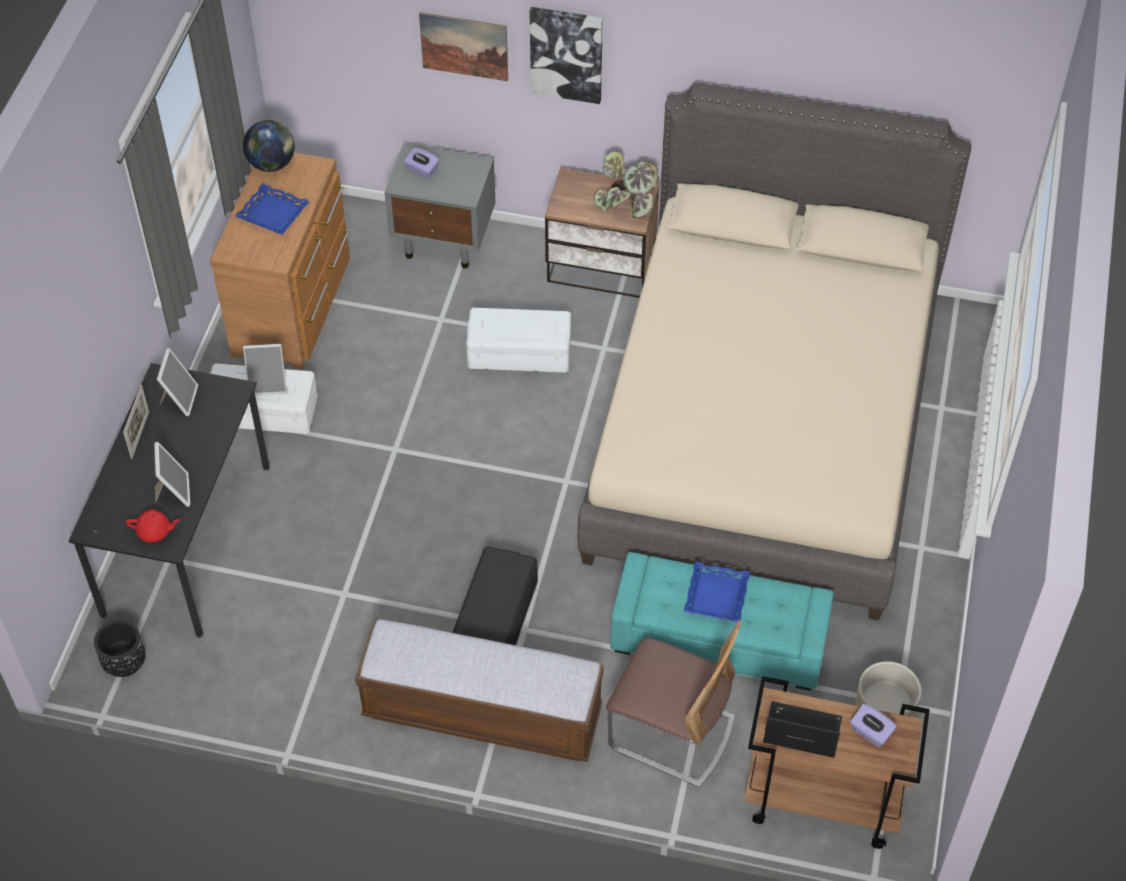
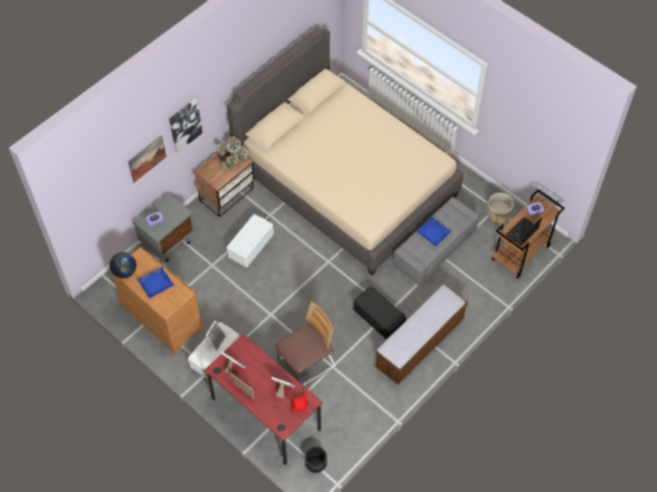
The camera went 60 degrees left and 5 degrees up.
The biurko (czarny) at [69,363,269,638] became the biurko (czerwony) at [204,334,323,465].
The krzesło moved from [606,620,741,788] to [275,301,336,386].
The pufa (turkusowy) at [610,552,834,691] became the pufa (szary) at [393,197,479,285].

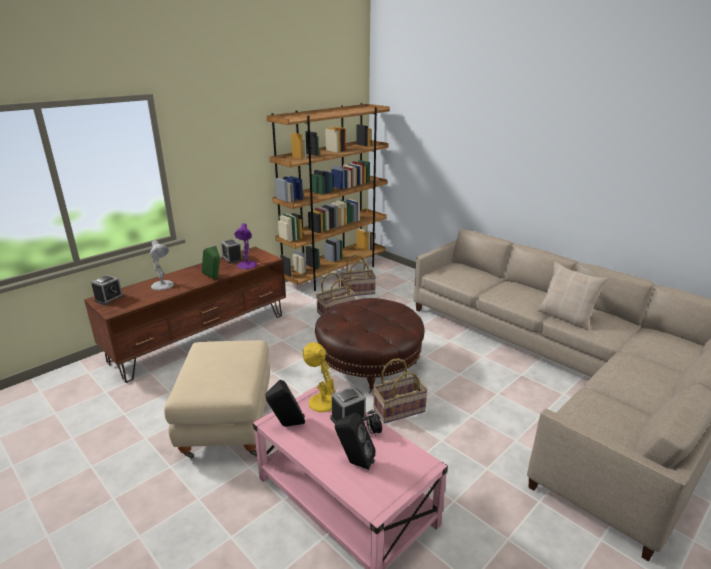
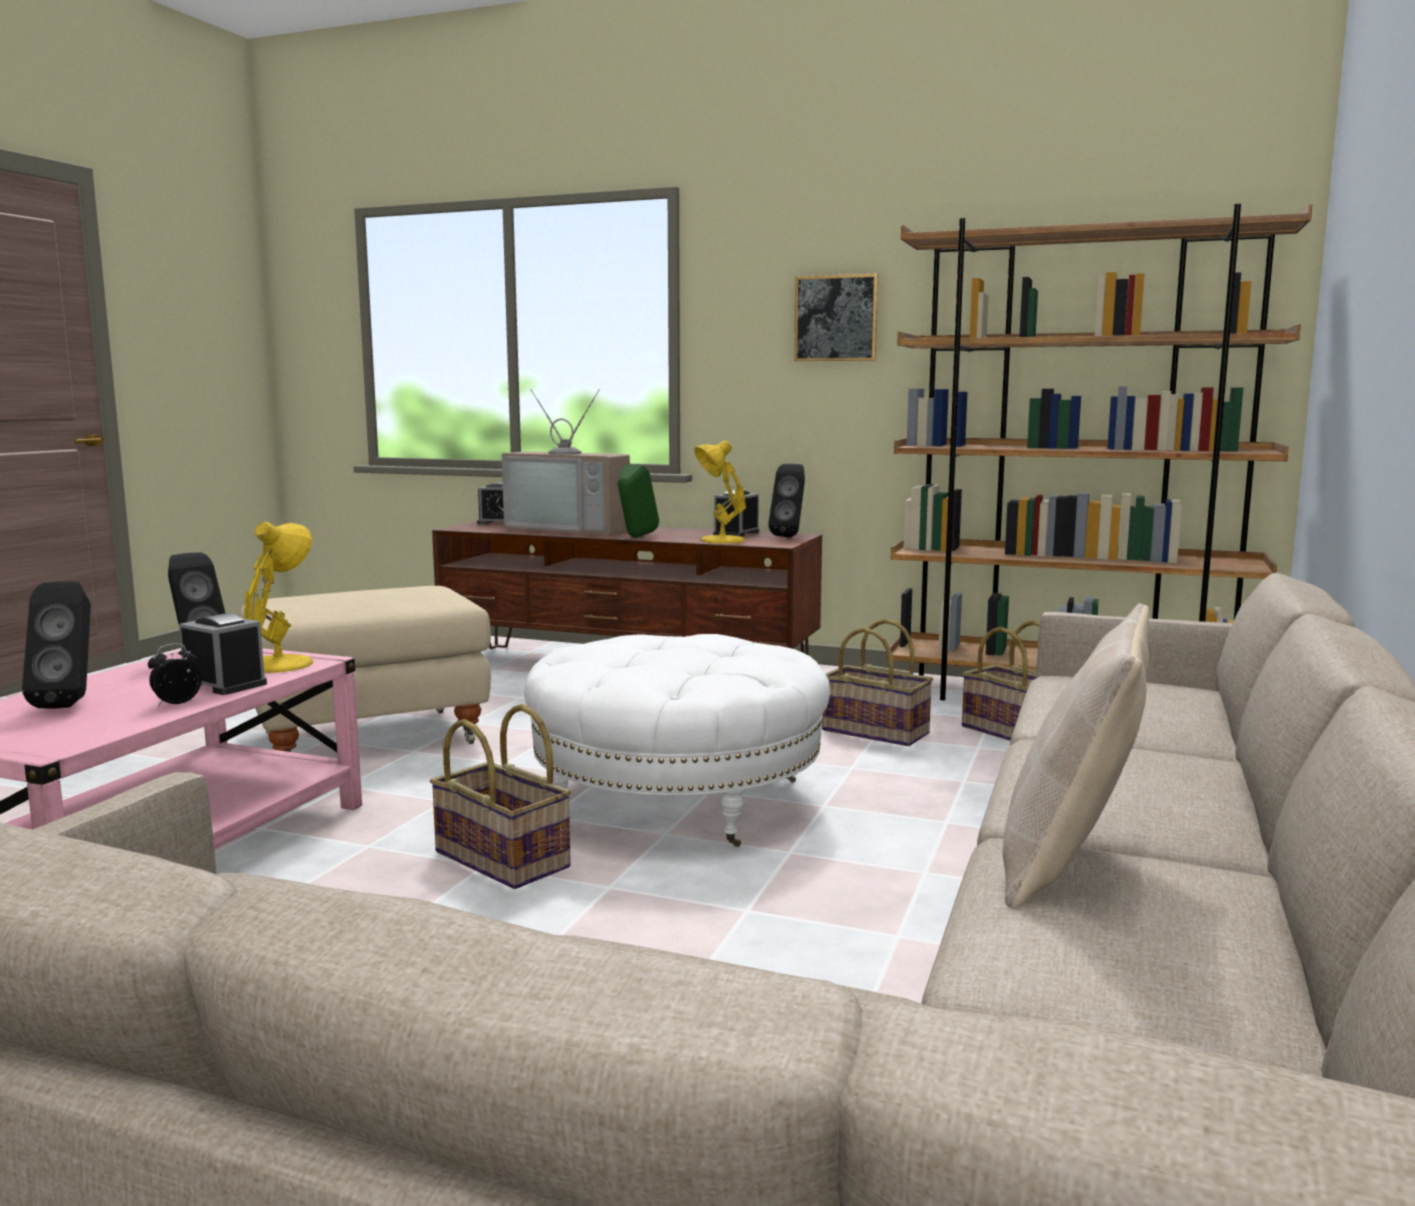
The camera went 65 degrees right and 15 degrees down.
The lampa stołowa (biały) at [150,240,174,290] was replaced by the telewizor at [501,389,630,535].
The lampa stołowa (fioletowy) at [234,223,257,269] became the lampa stołowa (żółty) at [694,440,746,543].
The pufa (brązowy) at [315,298,425,393] became the pufa (biały) at [524,634,830,847].
The głośnik (czarny) at [768,464,805,538] appeared.
The obraz at [794,274,878,361] appeared.

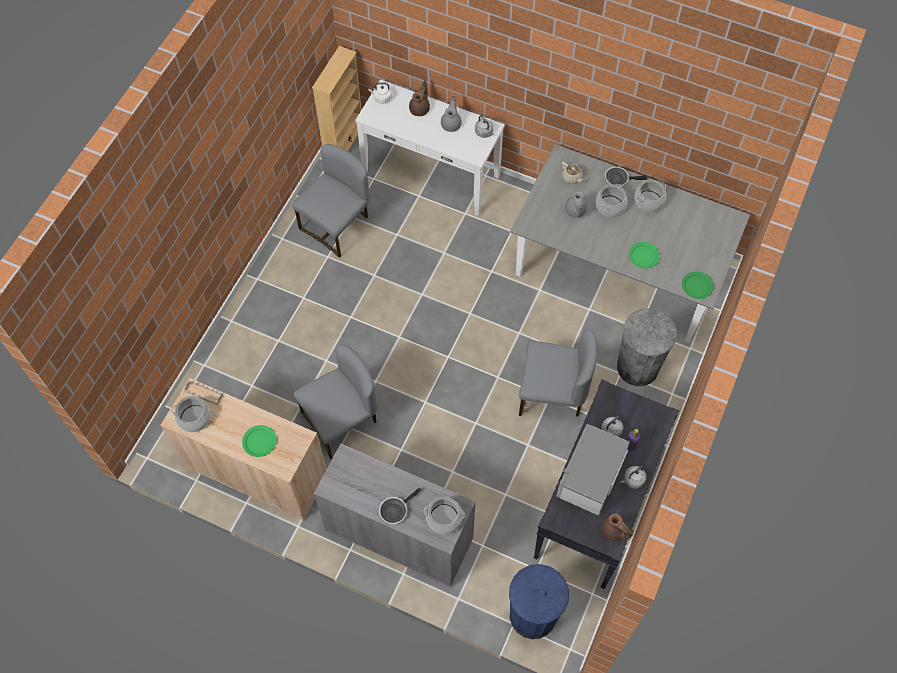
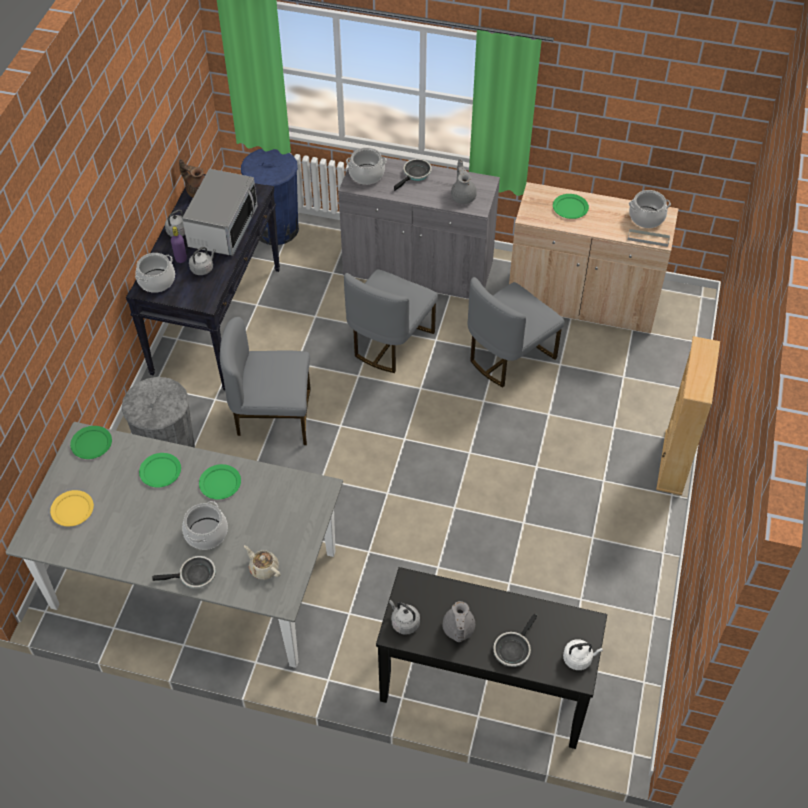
The camera went 170 degrees right and 10 degrees down.
The krzesło (szary) moved from [292,144,370,258] to [344,269,438,373].
The regał (beżowy) moved from [312,46,361,151] to [656,336,720,495].
The stolik konsolowy (biały) at [355,79,505,216] became the stolik konsolowy (czarny) at [376,567,607,749].
The imbryk (brązowy) at [409,80,430,116] was replaced by the patelnia at [493,614,537,667].
The imbryk (szary) moved from [565,191,587,218] to [451,158,477,204].
The garnek moved from [634,180,666,212] to [135,253,175,293].
The talerz (żółty) at [50,490,94,526] appeared.
The talerz (zielony) at [199,464,241,499] appeared.

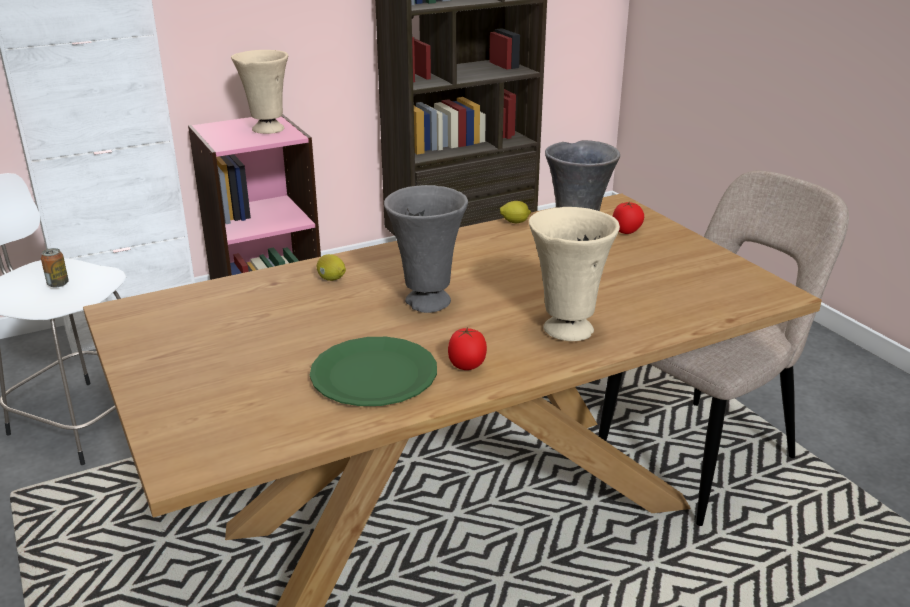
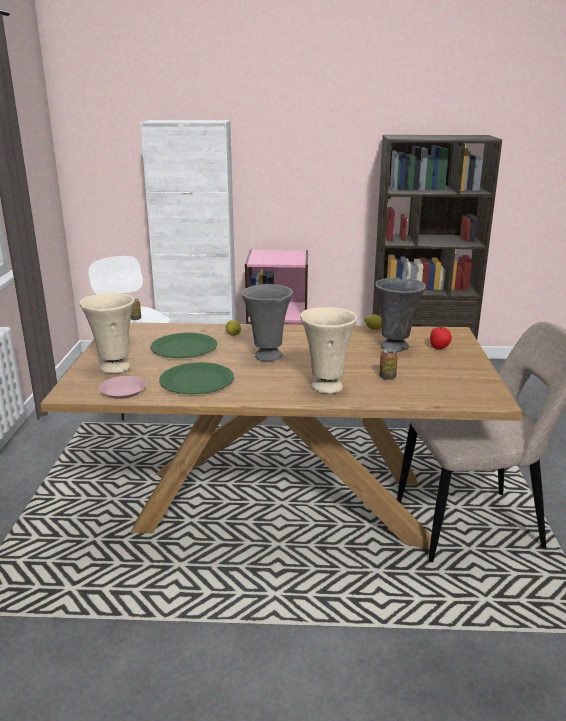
The camera went 30 degrees right and 5 degrees down.
The wazon (beżowy) moved from [231,50,288,134] to [79,293,135,373].
The pomidor at [448,327,487,370] disappeared.
The talerz (różowy) at [99,376,146,399] appeared.
The talerz (zielony) at [150,333,217,358] appeared.
The puszka at [379,348,398,380] appeared.

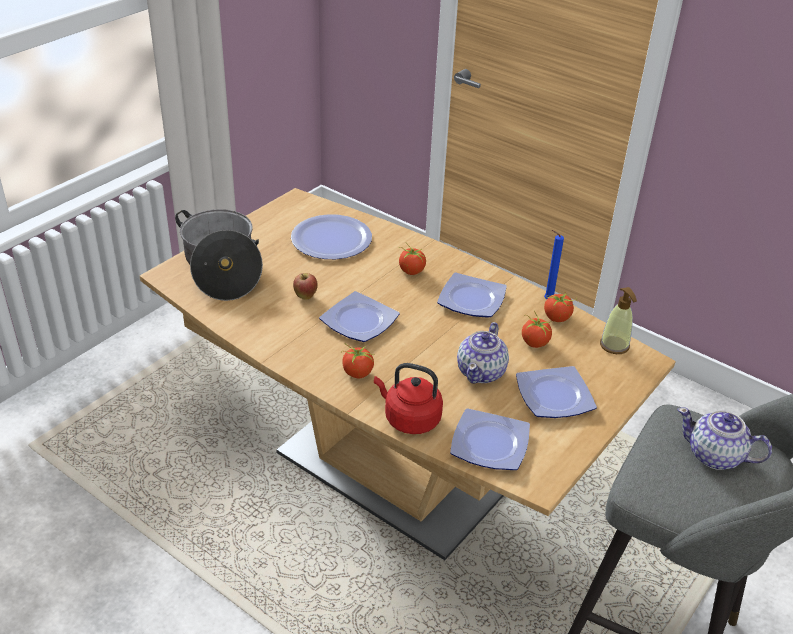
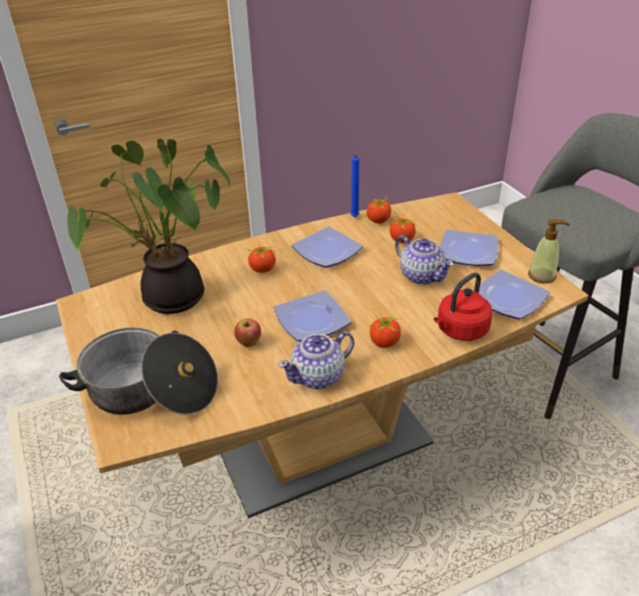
The camera went 60 degrees left and 0 degrees up.
The talerz at [291,214,372,259] was replaced by the roślina doniczkowa at [67,138,230,314].
The dozownik mydła moved from [600,287,637,354] to [528,219,570,283].
The imbryk moved from [678,407,772,470] to [278,331,354,389].

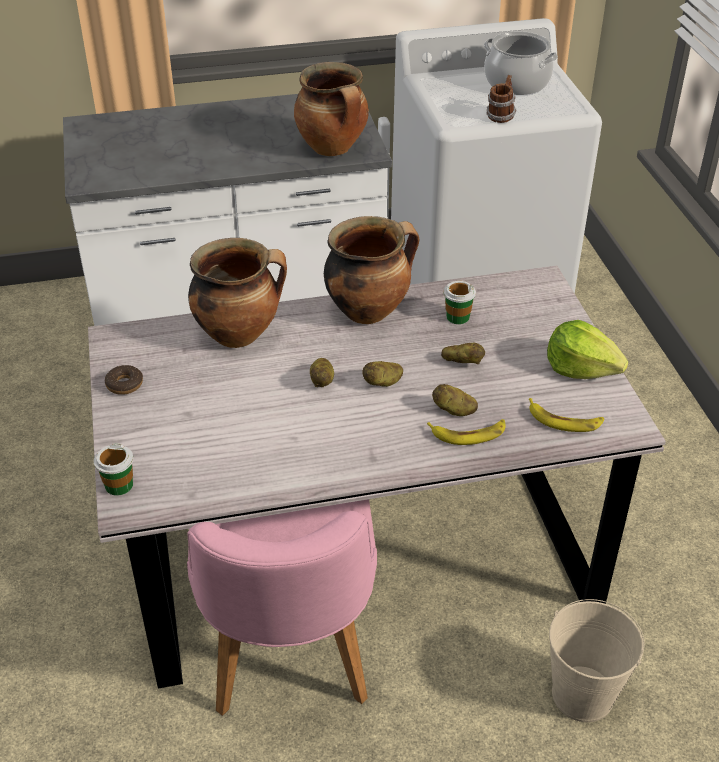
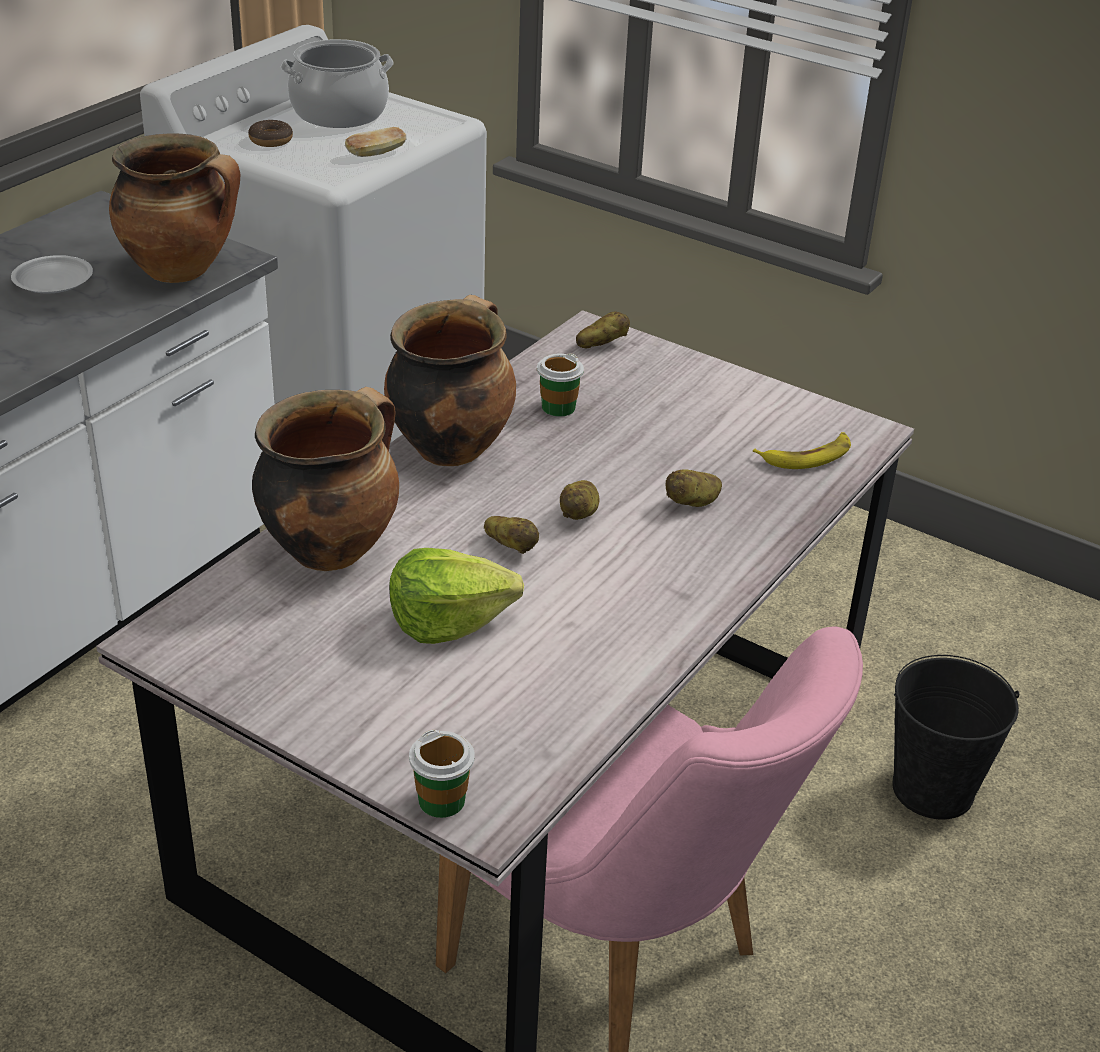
The camera went 45 degrees left and 5 degrees down.
The donut moved from [105,365,143,395] to [248,119,293,147].
The banan at [427,419,505,445] disappeared.
The ziemniak moved from [441,342,485,364] to [576,311,630,348].
The kubek at [487,75,517,123] was replaced by the chleb at [345,127,407,157].
The sałata moved from [547,320,629,379] to [389,548,524,644].
The wiadro (beżowy) at [549,599,644,722] became the wiadro (czarny) at [892,655,1019,819].
The talerz (biały) at [11,255,93,293] appeared.

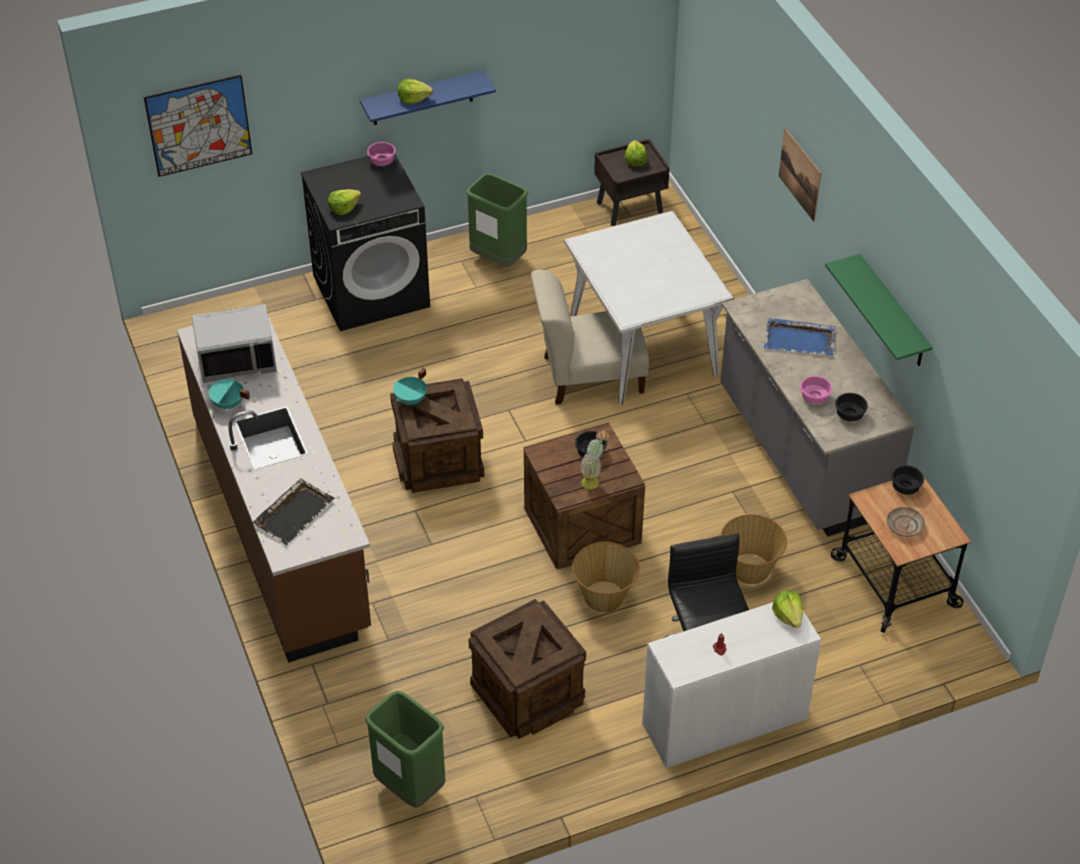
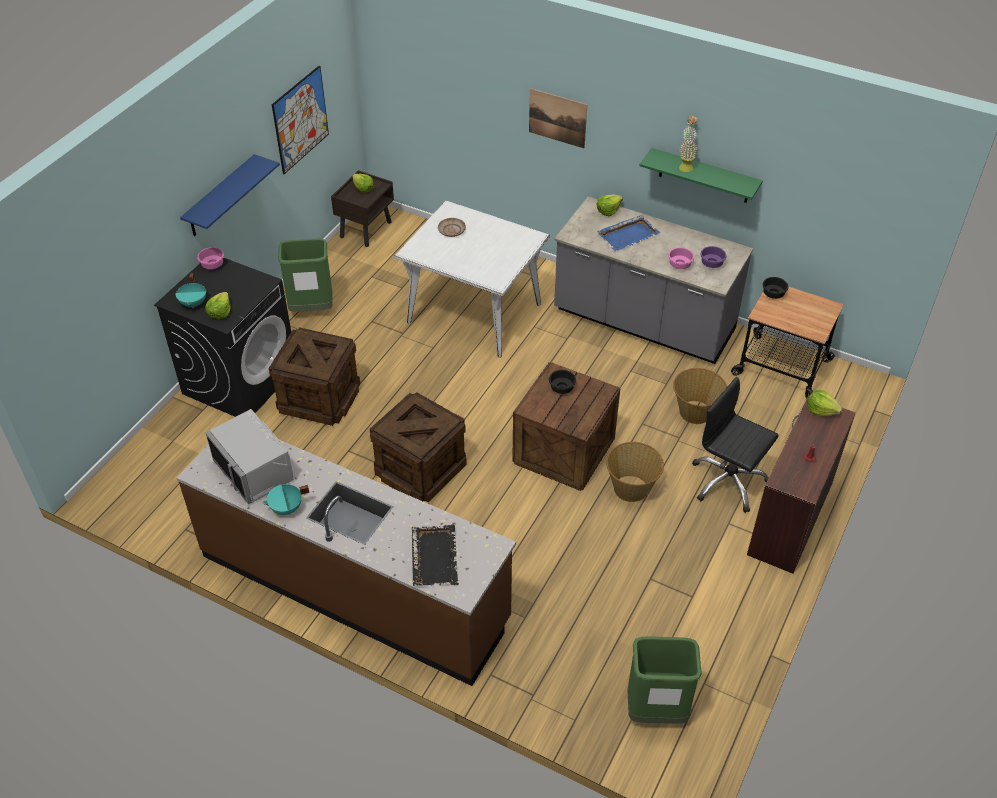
The camera went 40 degrees left and 0 degrees up.
The obraz moved from [144,75,252,177] to [272,65,329,174].
The mikrofalówka (szary) at [192,304,277,383] turned 105 degrees clockwise.
The garnek (turkusowy) moved from [393,368,427,405] to [176,273,206,308].
The sałata moved from [398,79,433,104] to [596,194,623,216].
The skrzynka moved from [468,599,586,739] to [269,327,360,426].
The krzesło (beżowy) at [531,270,649,405] disappeared.
The roślina doniczkowa moved from [580,429,609,489] to [679,115,698,172].
The biurko (biały) at [642,602,821,768] became the biurko (brązowy) at [747,396,856,574].
The miska (czarny) at [835,393,868,421] became the miska (fioletowy) at [700,246,727,268].
The talerz (beżowy) moved from [887,507,925,537] to [438,218,466,237].

